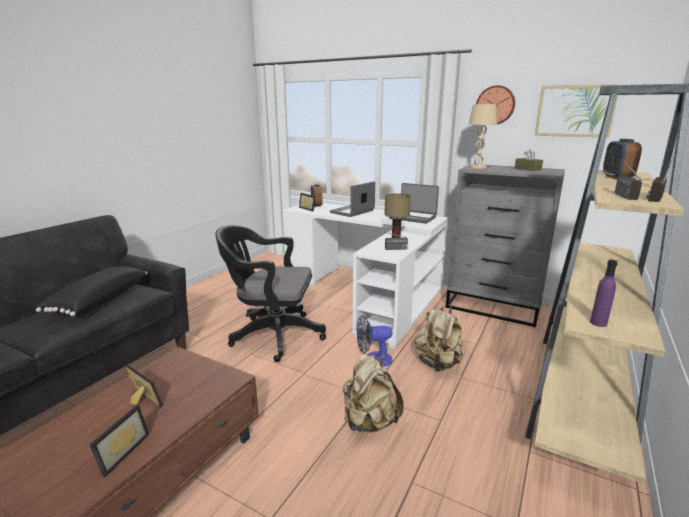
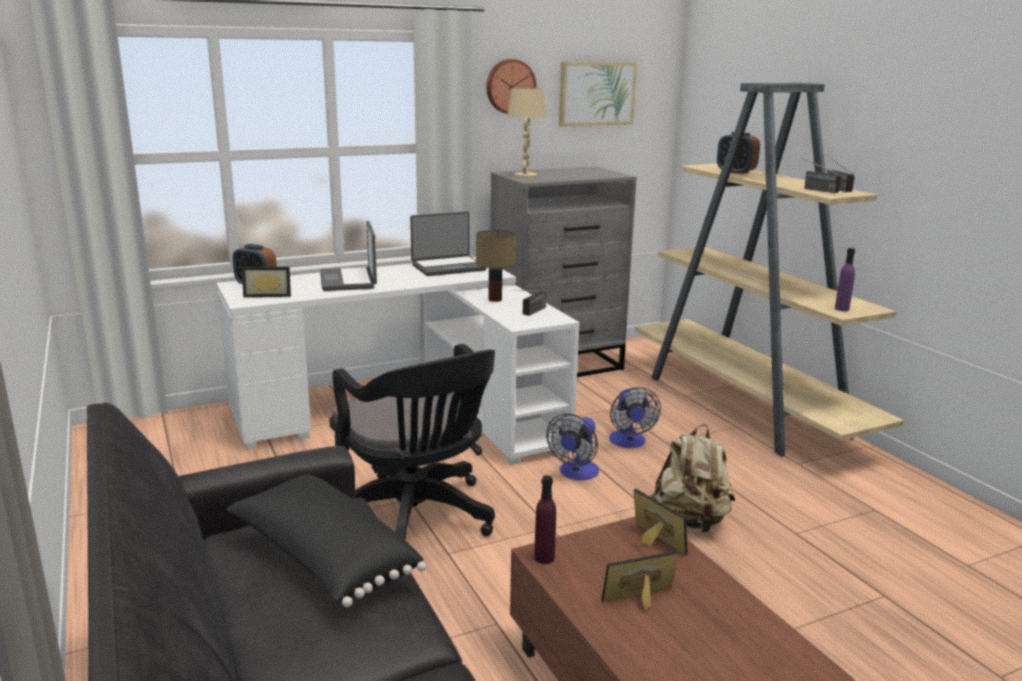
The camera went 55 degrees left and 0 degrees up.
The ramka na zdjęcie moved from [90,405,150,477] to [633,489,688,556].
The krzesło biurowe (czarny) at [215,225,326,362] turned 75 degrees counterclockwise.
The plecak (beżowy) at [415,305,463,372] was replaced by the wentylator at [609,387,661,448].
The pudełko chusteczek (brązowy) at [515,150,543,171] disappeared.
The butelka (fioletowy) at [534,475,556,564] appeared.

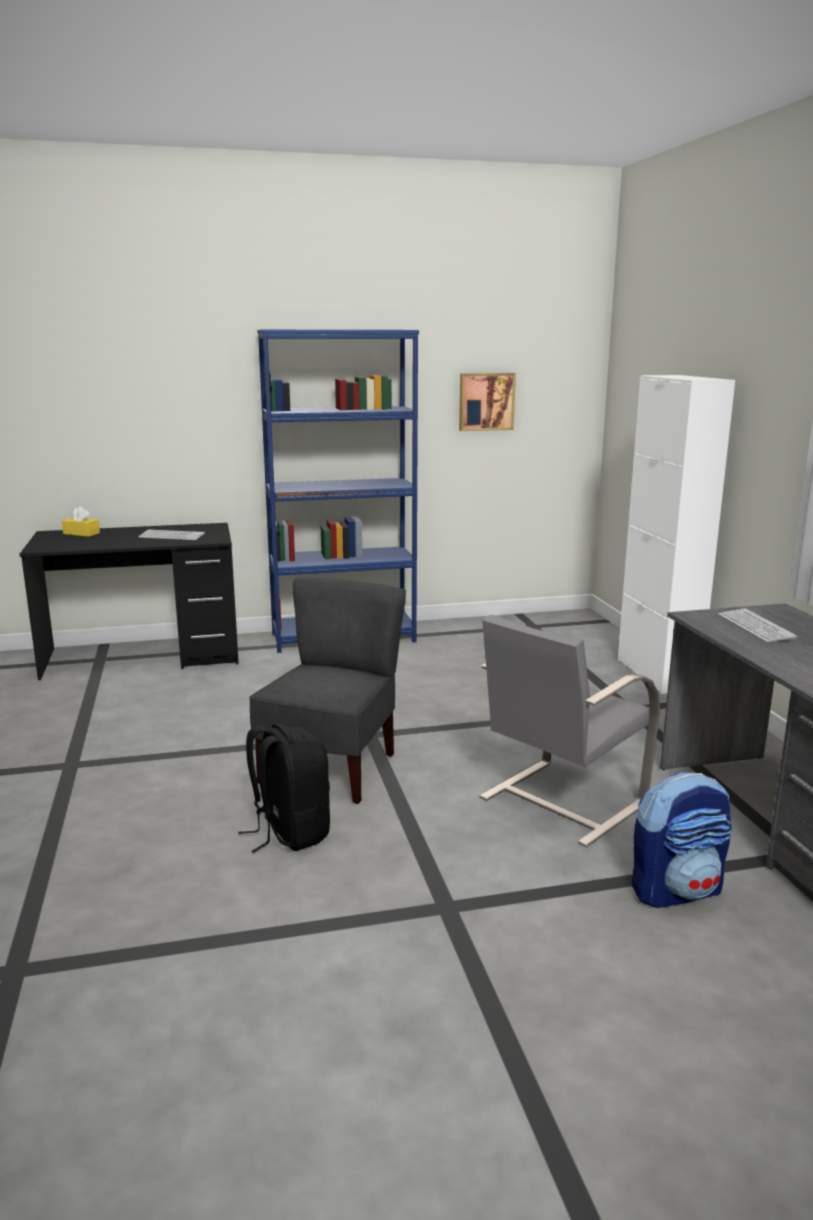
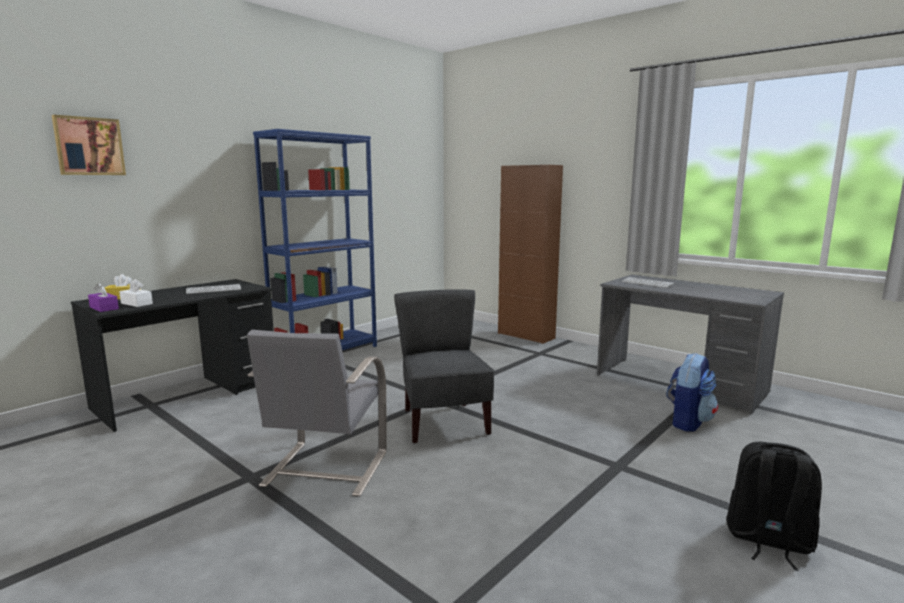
The camera went 35 degrees left and 5 degrees down.
The plecak (czarny) moved from [238,724,330,853] to [727,442,822,571].
The obraz moved from [459,373,516,431] to [52,115,126,175].
The krzesło (szary) moved from [479,615,660,847] to [247,330,387,497].
The szafka (biały) at [618,375,735,694] became the szafka (brązowy) at [498,165,563,344].
The pudełko chusteczek (fioletowy) at [88,283,119,312] appeared.
The pudełko chusteczek (biały) at [119,279,153,307] appeared.

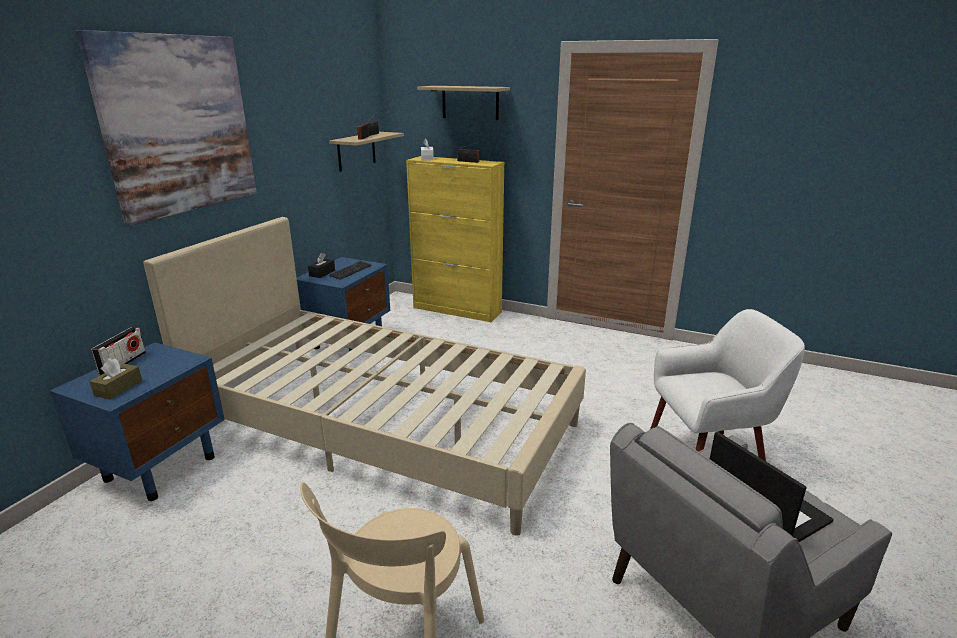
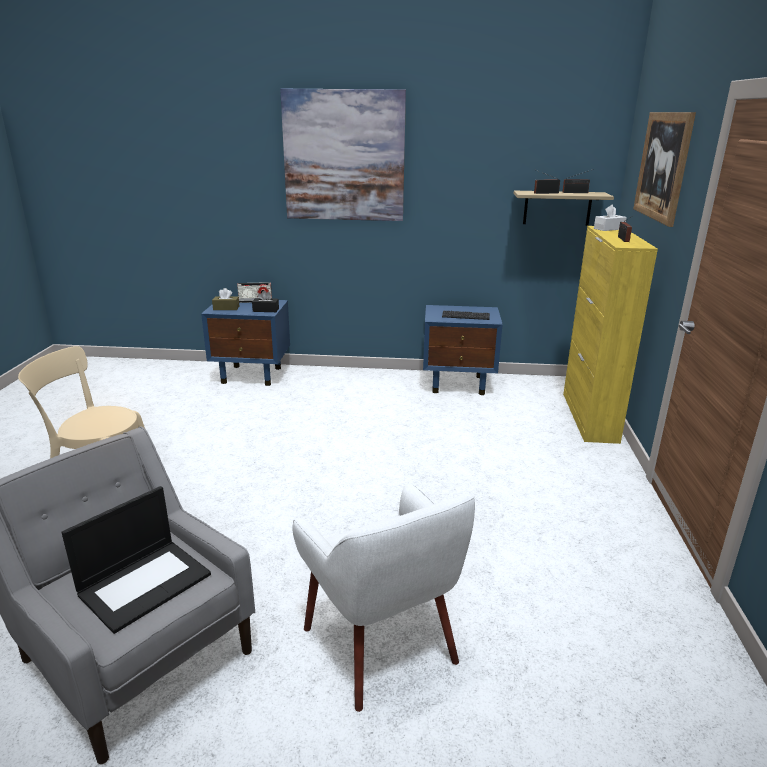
The camera went 70 degrees right and 0 degrees up.
The łóżko (beżowy) at [143,217,586,536] disappeared.
The pudełko chusteczek (czarny) moved from [308,253,335,278] to [252,290,279,312].
The półka at [417,86,510,120] was replaced by the obraz at [633,112,696,227].

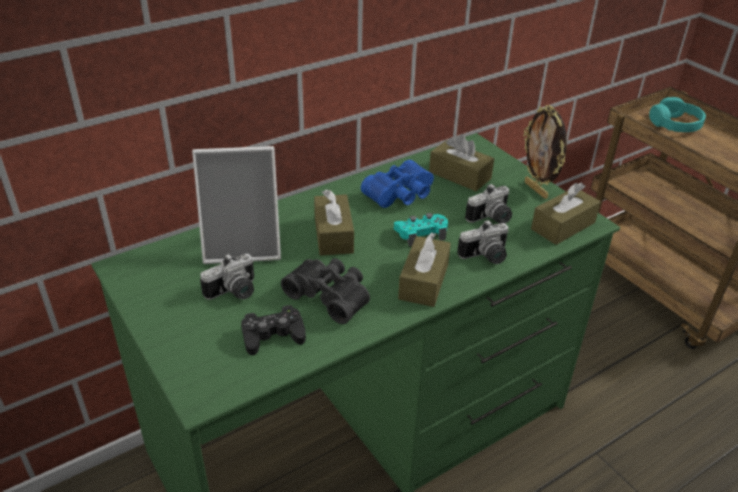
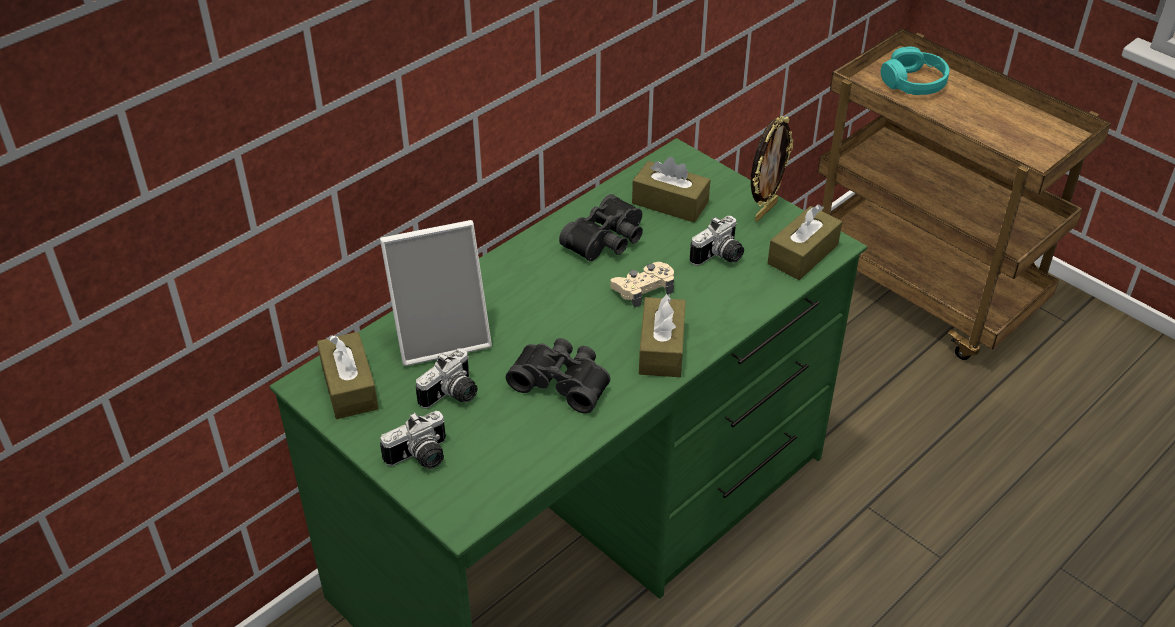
The camera went 10 degrees left and 5 degrees up.
The pad do gier (czarny) at [241,305,306,355] disappeared.
The pudełko chusteczek (brązowy) moved from [314,189,354,256] to [317,332,379,419].
The lornetka (niebieski) at [361,160,434,208] became the lornetka (czarny) at [559,194,643,261].
The pad do gier (turkusowy) at [394,213,448,247] became the pad do gier (beżowy) at [610,262,674,308].
The aparat fotograficzny moved from [457,220,509,264] to [380,411,446,469].
The ramka na zdjęcie at [524,105,567,199] turned 105 degrees counterclockwise.

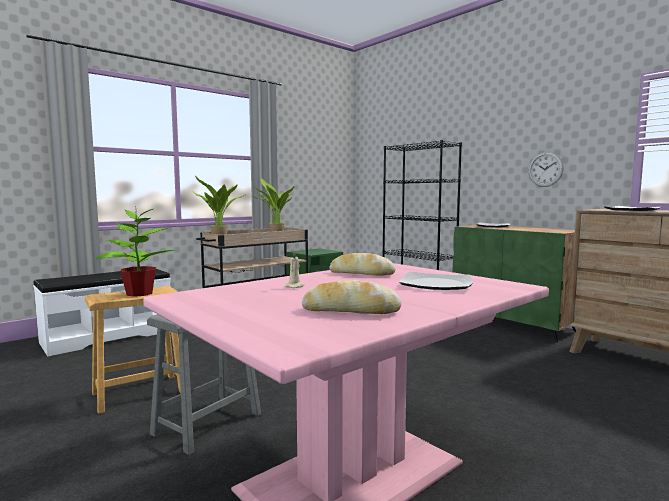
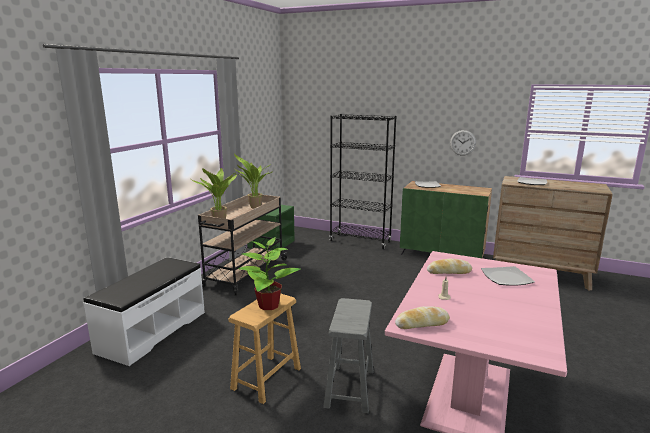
The camera went 25 degrees left and 10 degrees up.
The chleb moved from [302,280,401,314] to [395,306,450,329].

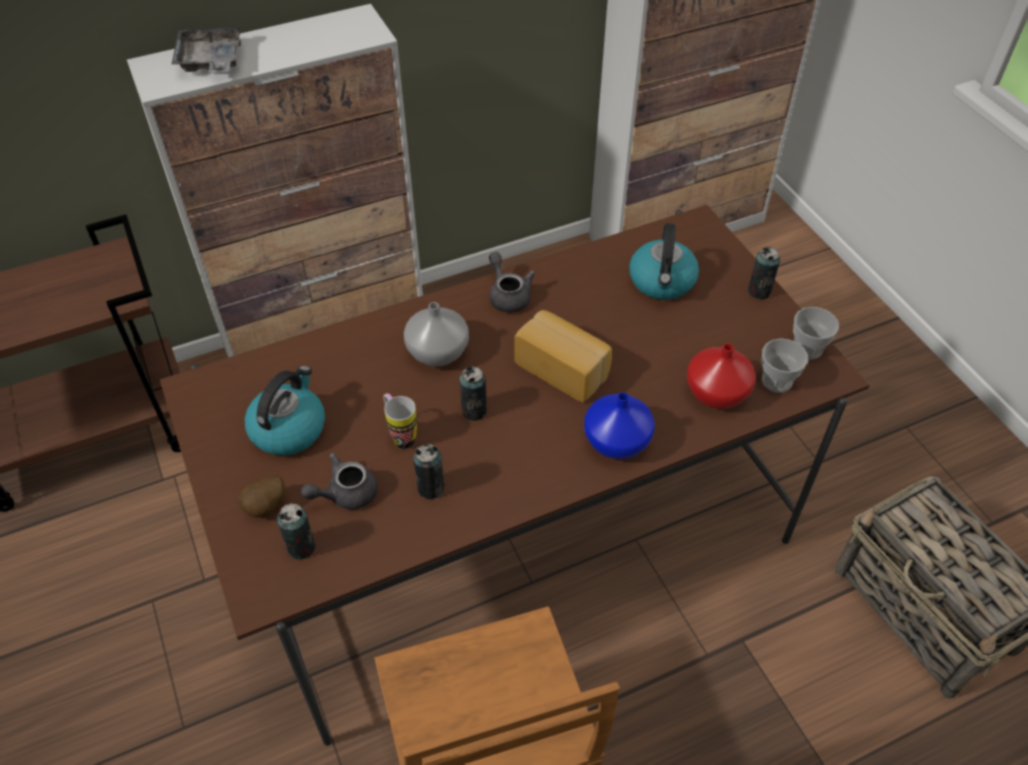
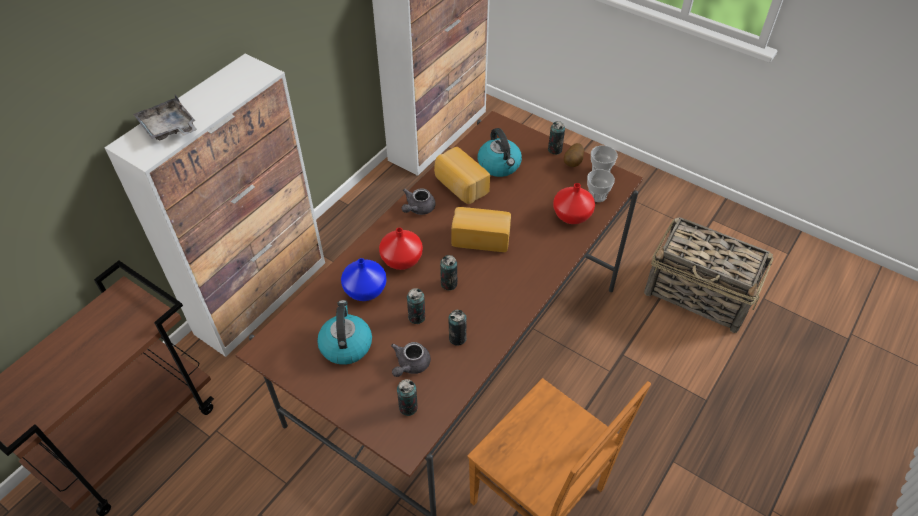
The camera went 30 degrees left and 0 degrees up.
The ziemniak moved from [238,476,285,518] to [564,143,584,167].
The kubek at [383,393,417,449] was replaced by the puszka at [407,288,425,324].
The wazon (szary) at [404,302,469,367] became the wazon (czerwony) at [379,227,423,270].
The imbryk (szary) at [489,252,535,313] turned 90 degrees counterclockwise.
The wazon (niebieski) moved from [584,392,655,459] to [341,258,387,301].
The chleb at [434,147,490,204] appeared.

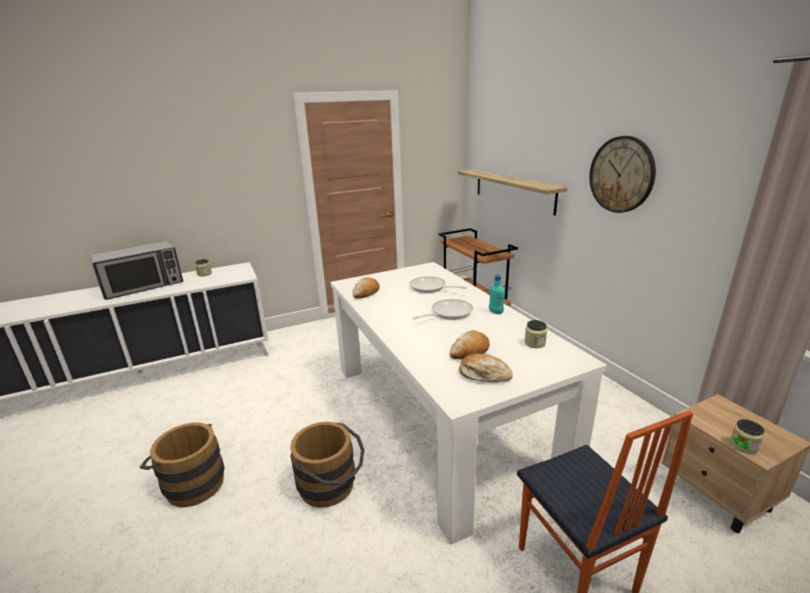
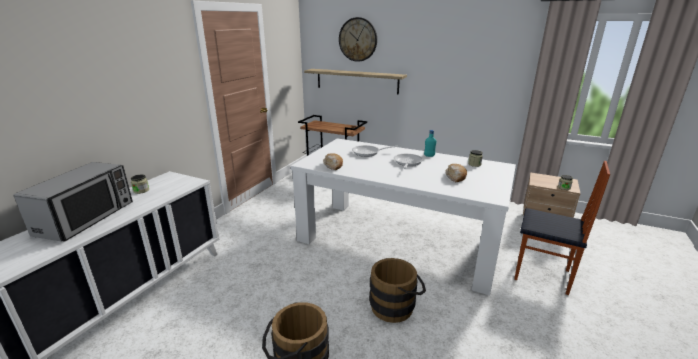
The camera went 40 degrees left and 0 degrees up.
The chleb at [459,353,513,383] disappeared.
The zegar ścienny moved from [589,136,656,213] to [339,17,377,62].

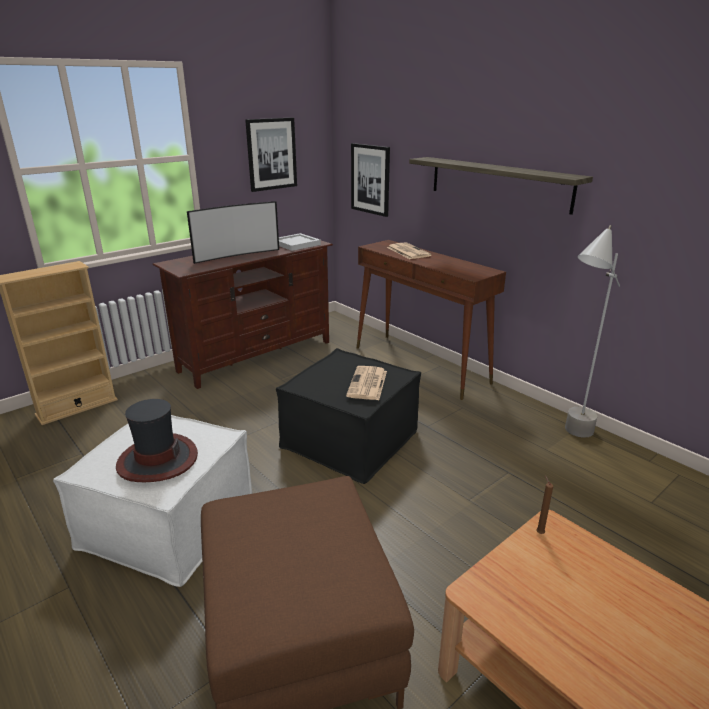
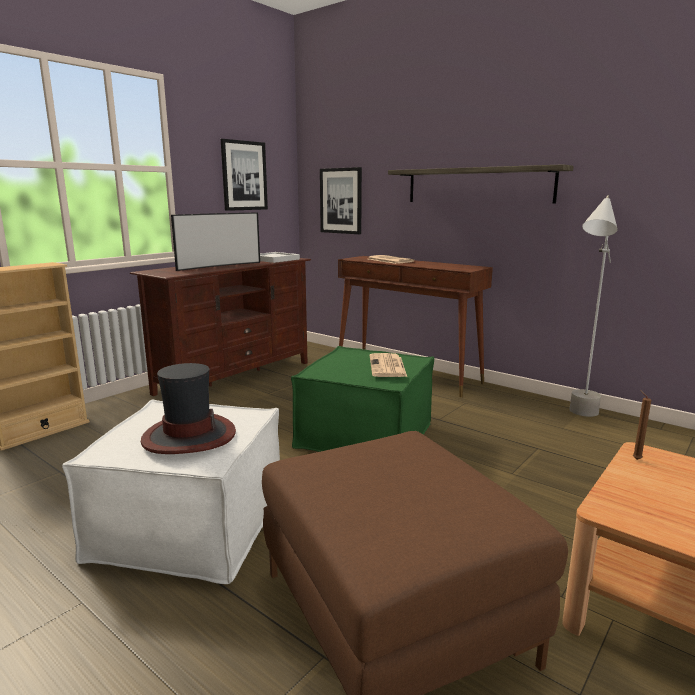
The camera went 10 degrees left and 10 degrees down.
The pufa (czarny) at [276,348,421,484] became the pufa (zielony) at [291,346,434,452].

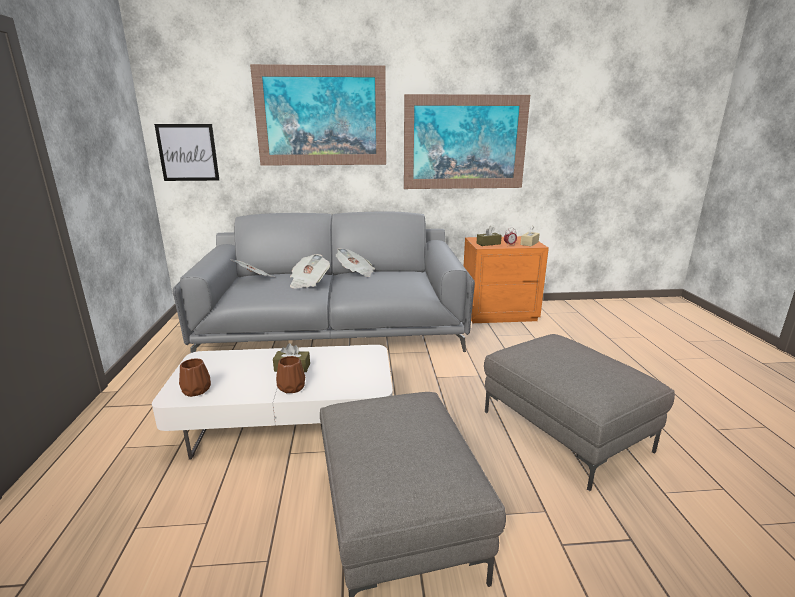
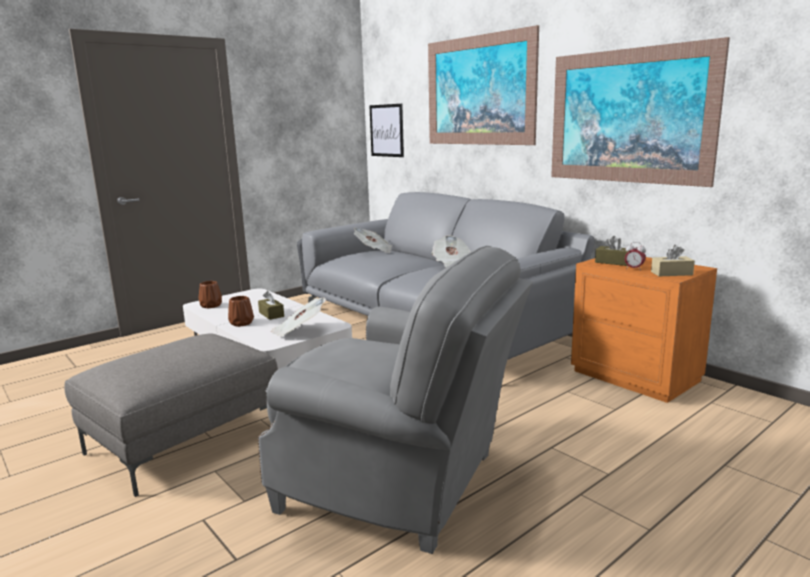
The camera went 55 degrees right and 5 degrees down.
The gazeta moved from [290,254,330,289] to [271,298,326,337].
The pufa (szary) at [484,334,675,491] was replaced by the fotel (szary) at [258,246,533,554].

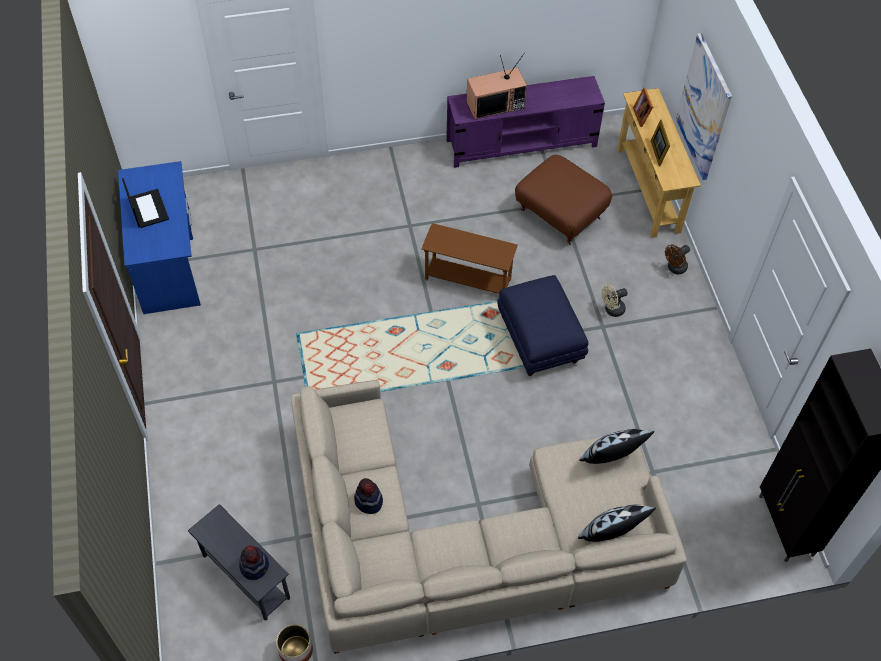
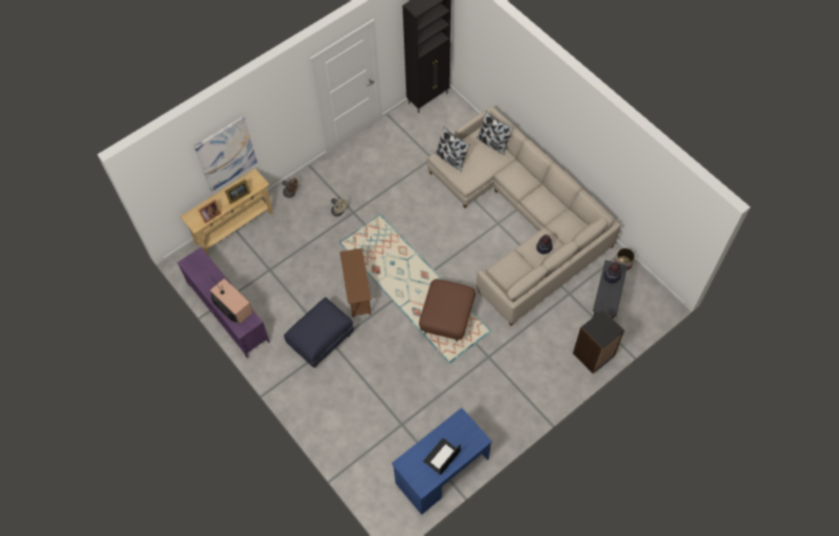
The camera went 115 degrees left and 5 degrees up.
The pufa (niebieski) moved from [497,275,589,376] to [284,297,354,368].
The pufa (brązowy) moved from [515,155,612,245] to [419,279,476,343].
The regał (czarny) at [573,310,625,374] appeared.

